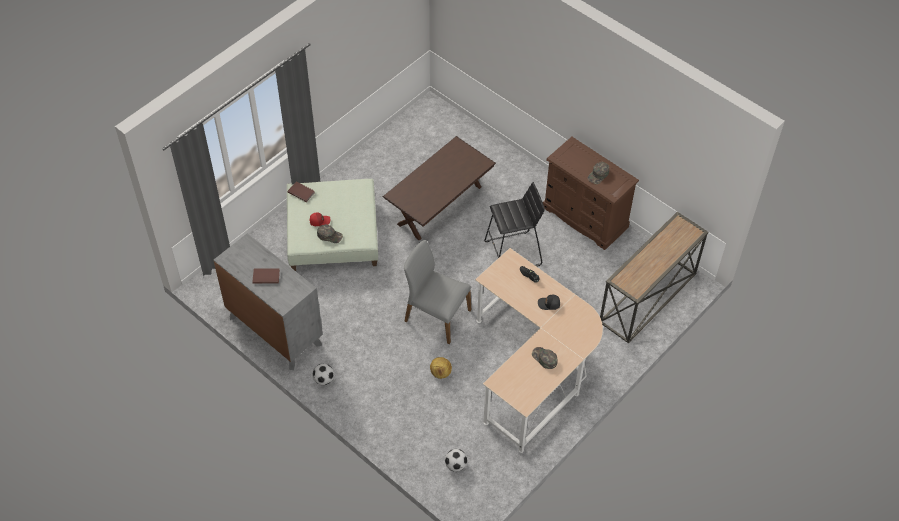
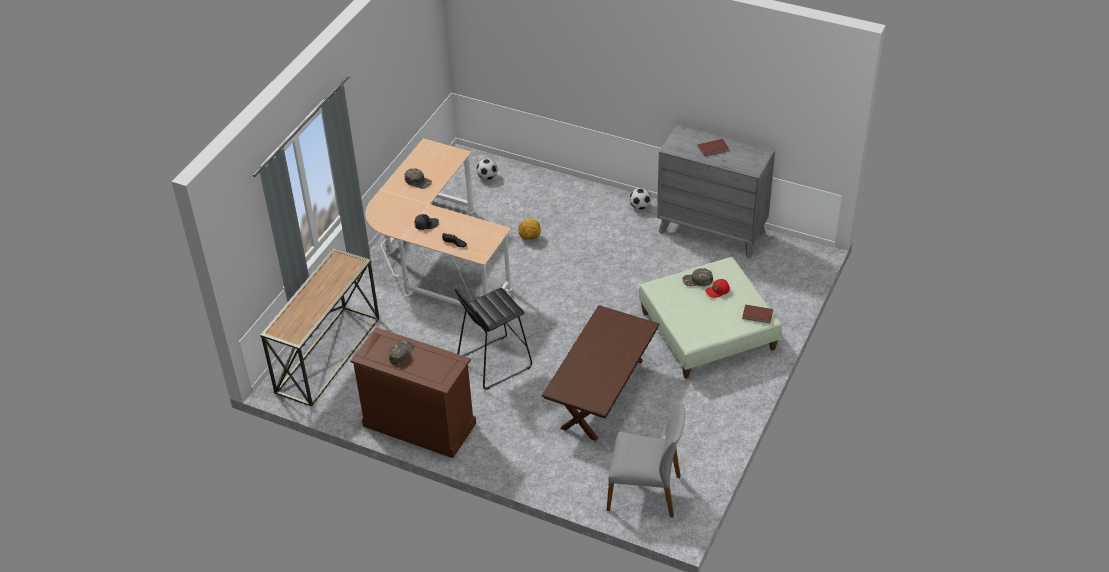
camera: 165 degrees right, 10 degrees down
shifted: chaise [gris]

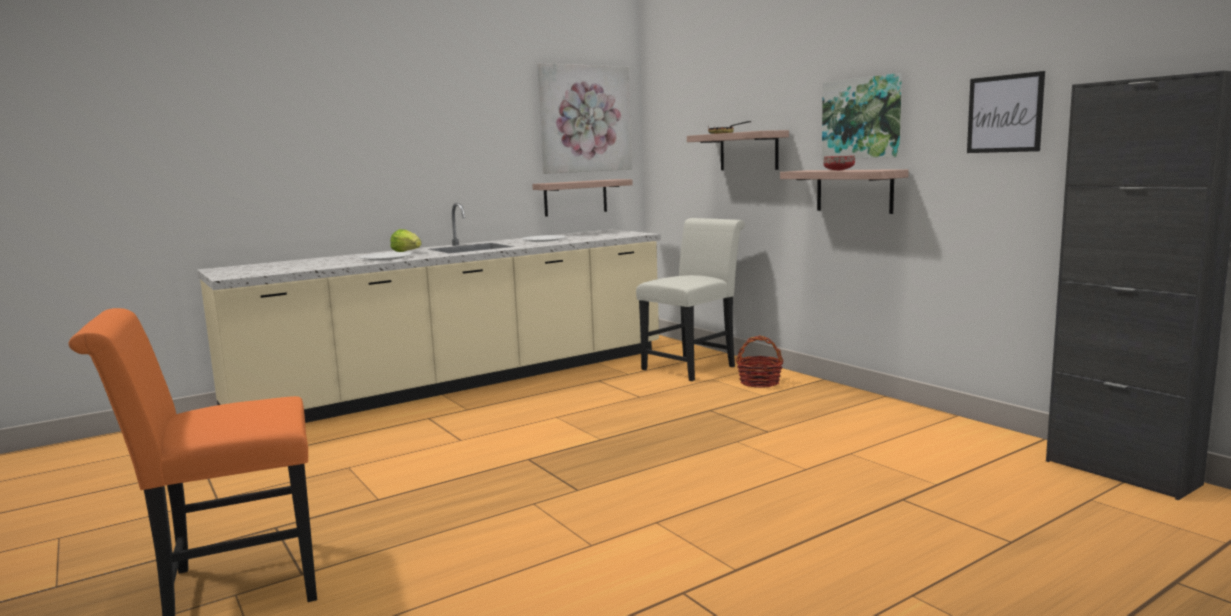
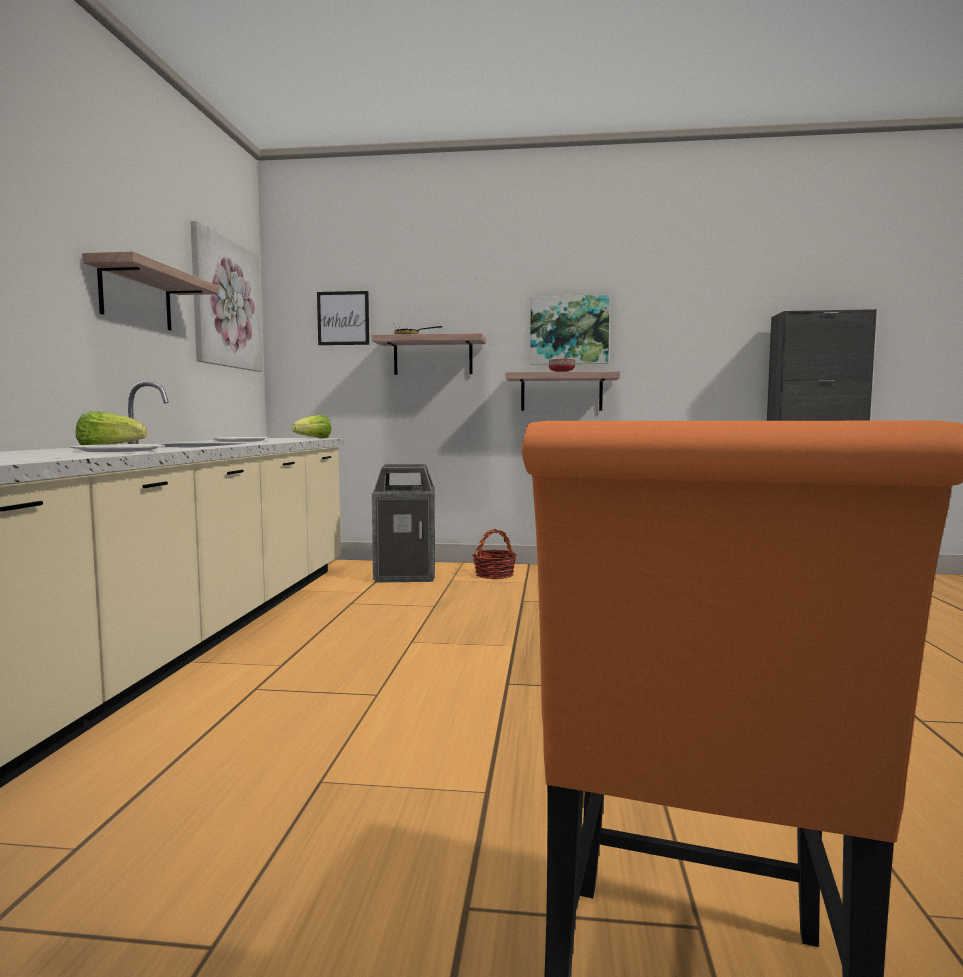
camera: 50 degrees left, 5 degrees down
new: laitue (no. 2 from left)
shifted: étagère (no. 1 from left); tableau (no. 3 from left in the first image) to tableau (no. 2 from left)
swapped: chaise [blanc] to poubelle

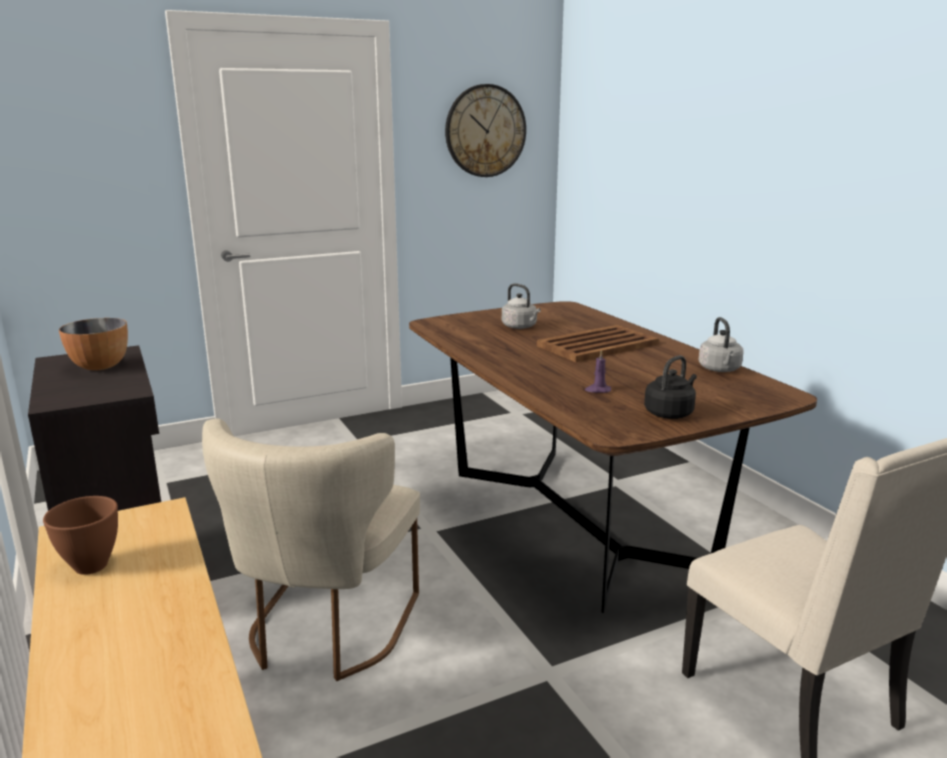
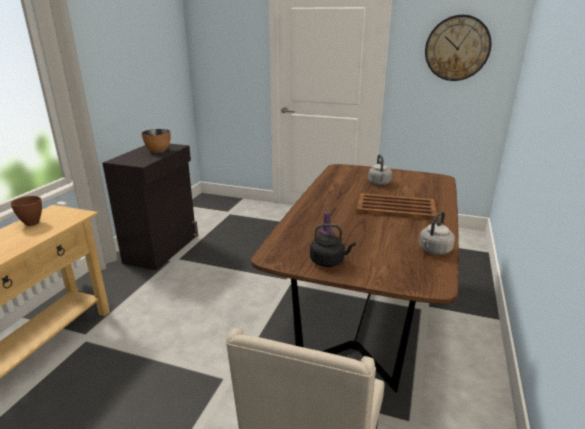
camera: 45 degrees right, 5 degrees up
gone: chaise [beige] (no. 1 from left)

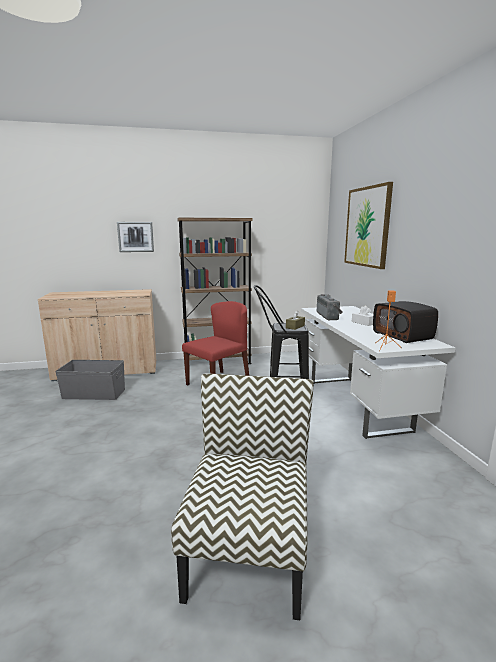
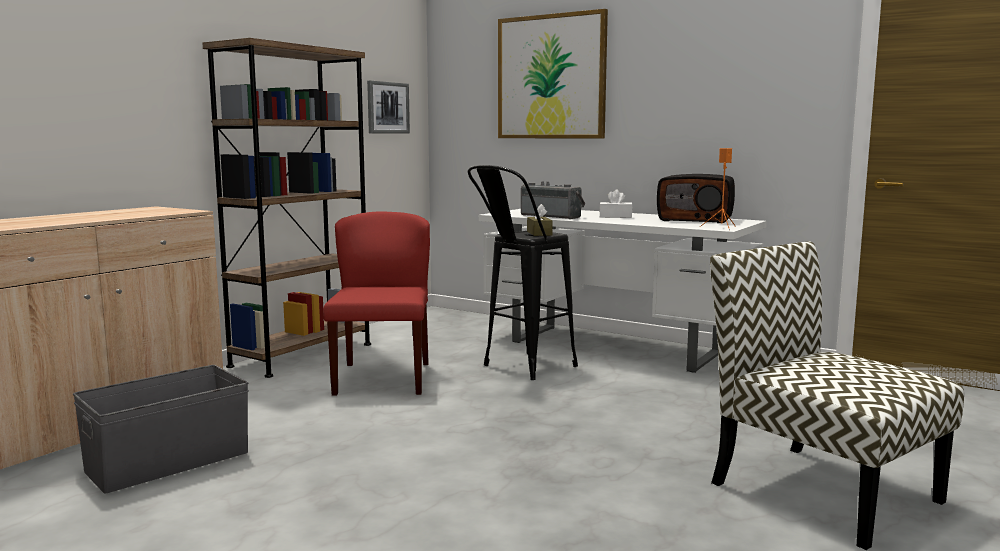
camera: 45 degrees left, 5 degrees down
shifted: tableau (no. 1 from left)

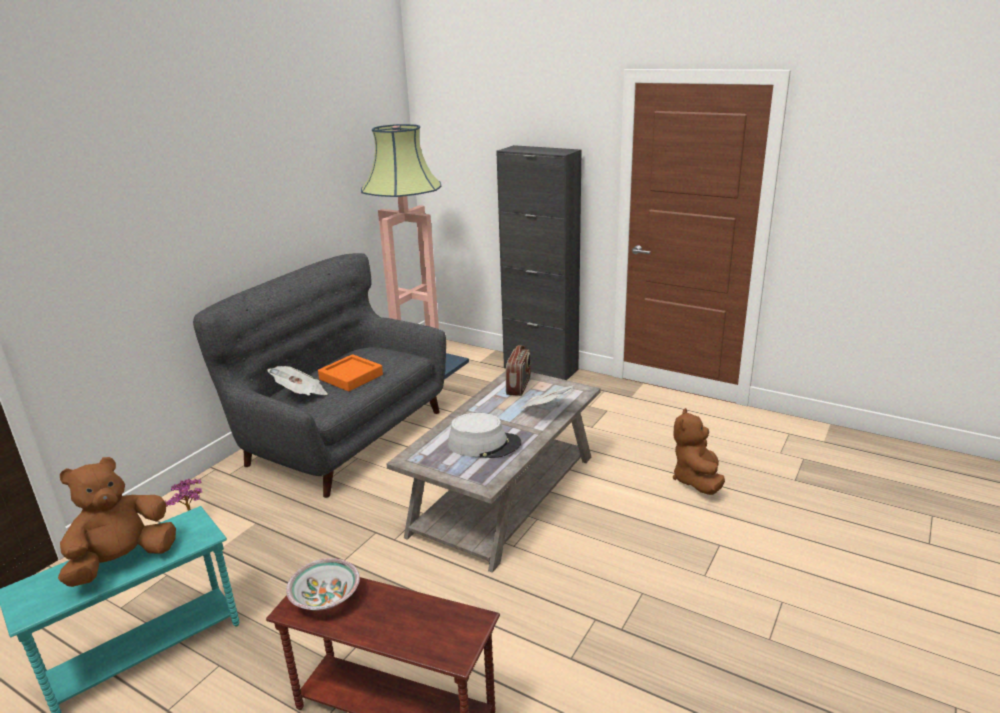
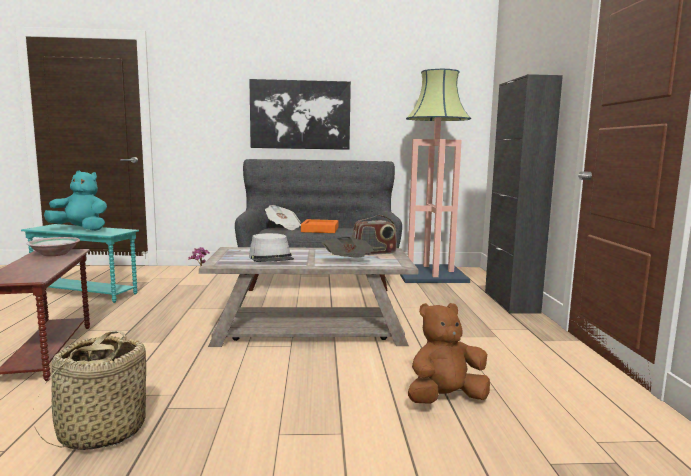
camera: 55 degrees right, 15 degrees down
new: panier; tableau
repainted: peluche [marron] (no. 1 from left) to peluche [turquoise]

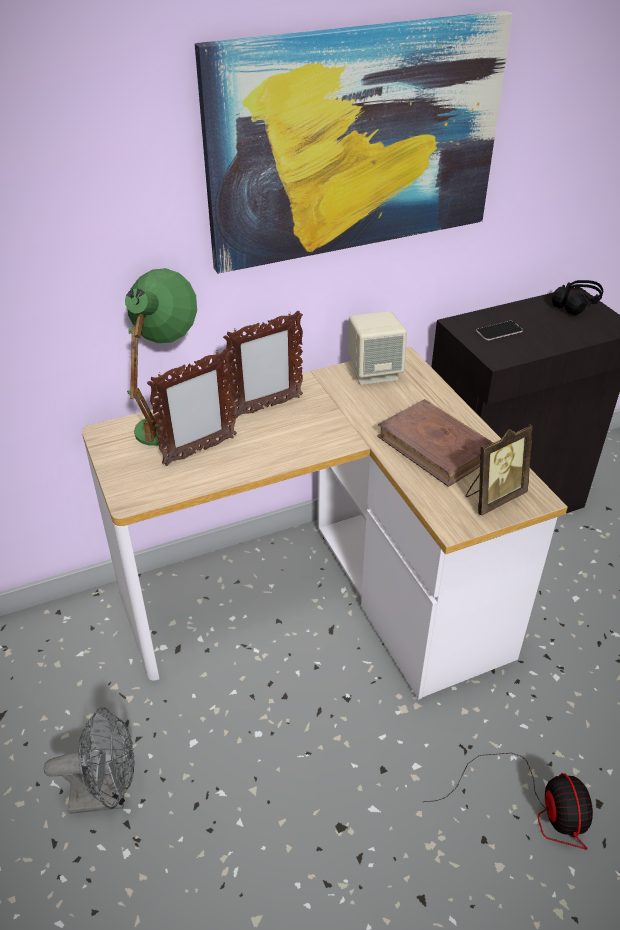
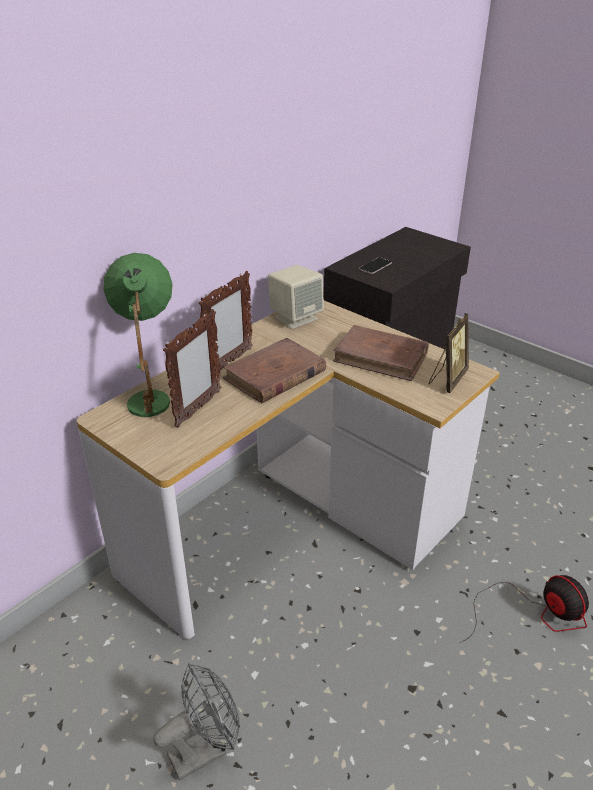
camera: 25 degrees left, 5 degrees down
gone: tableau; casque audio [noir]
new: livre [marron] (no. 1 from left)

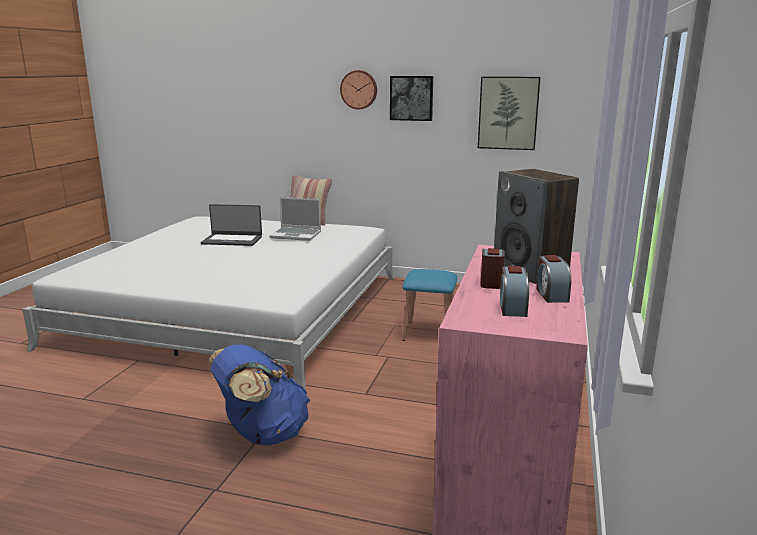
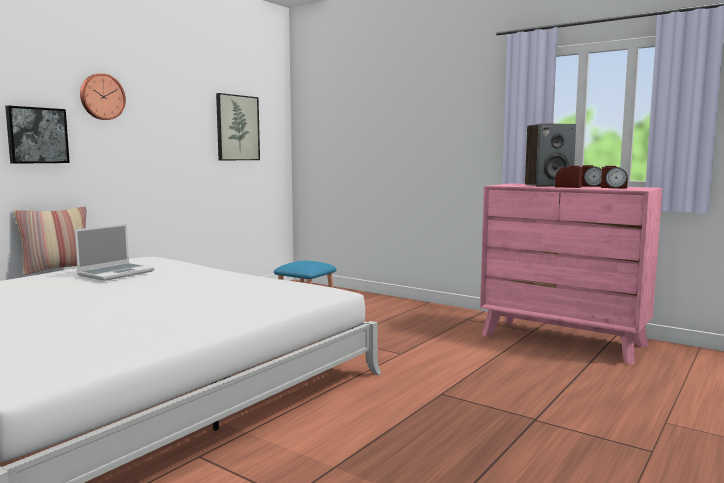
camera: 70 degrees left, 10 degrees down
gone: ordinateur portable (no. 1 from left); sac à dos [bleu]
shifted: tableau (no. 1 from left)

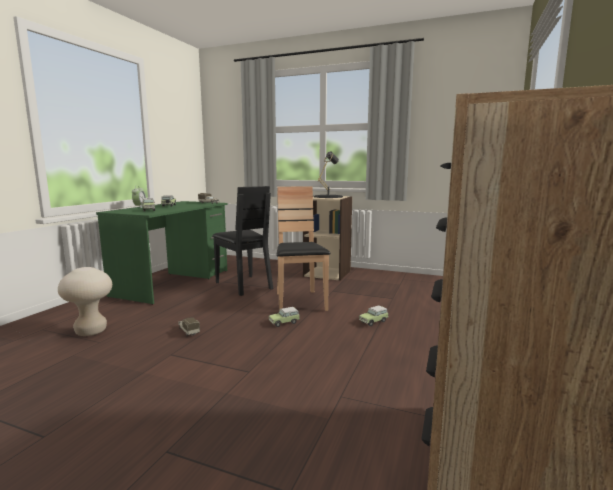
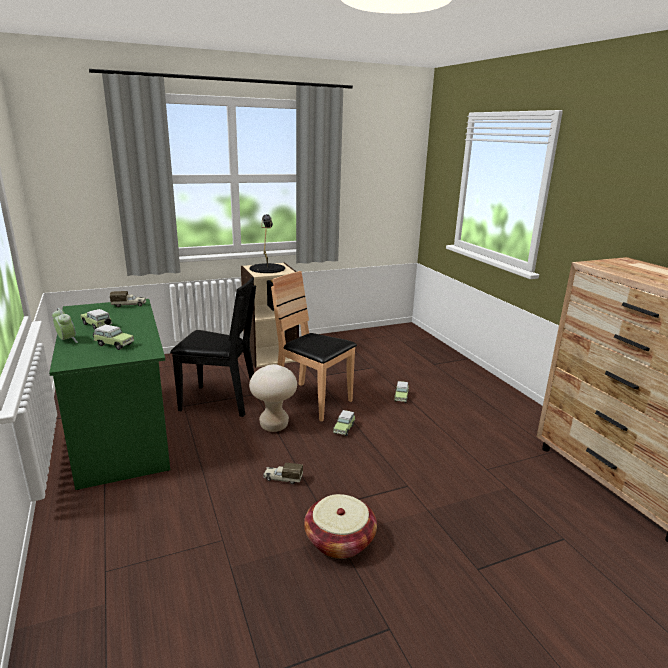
camera: 45 degrees left, 10 degrees up
new: panier
shifted: tabouret [beige]

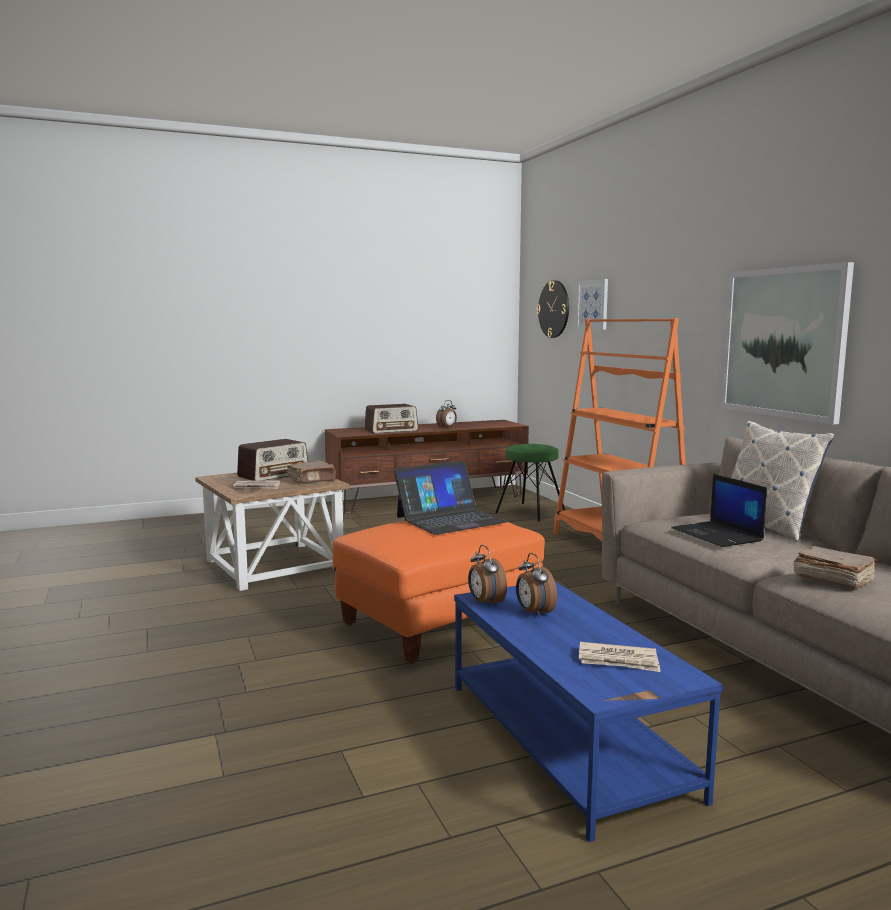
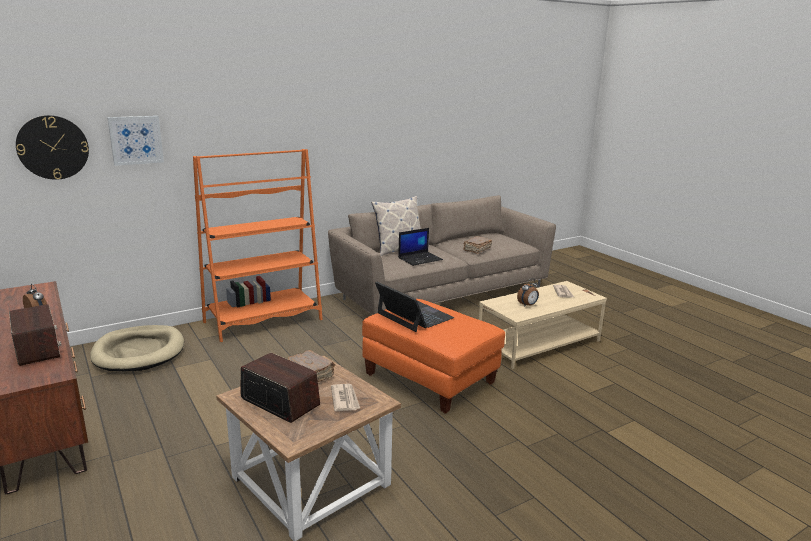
camera: 100 degrees left, 10 degrees up
gone: réveil (no. 2 from left); tableau (no. 2 from left)
swapped: tabouret [vert] to panier pour chien [beige]
repainted: table basse [bleu] to table basse [beige]

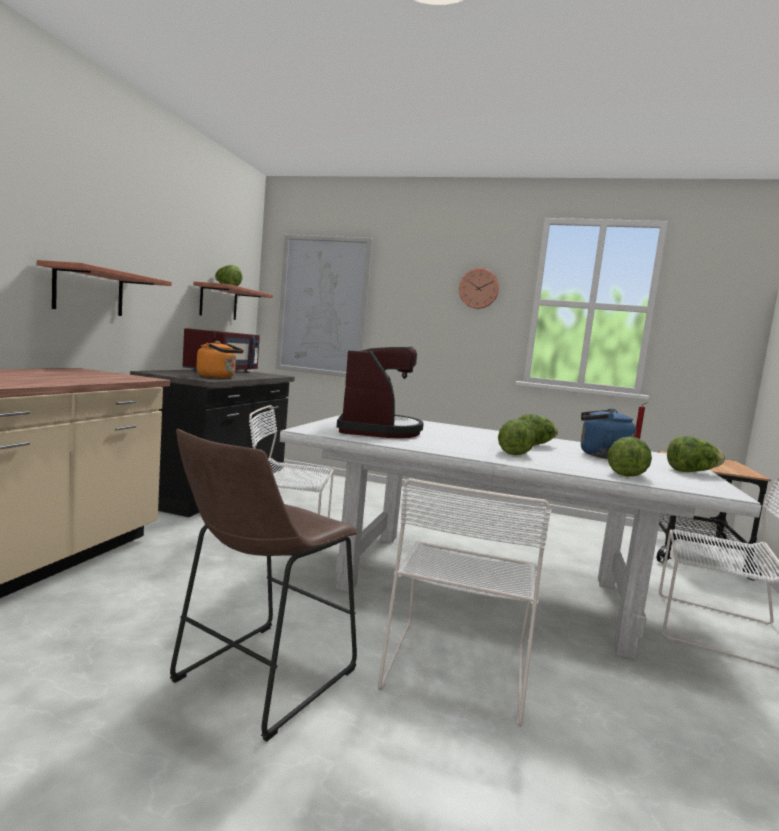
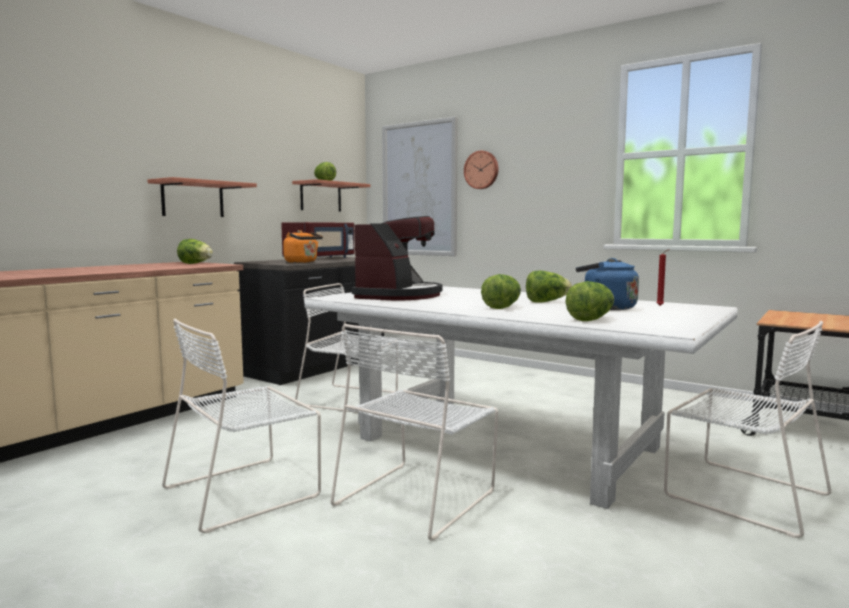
camera: 20 degrees right, 0 degrees up
shifted: horloge murale; laitue (no. 5 from left in the first image) to laitue (no. 1 from left)
swapped: tabouret [marron] to chaise [blanc] (no. 1 from left)

